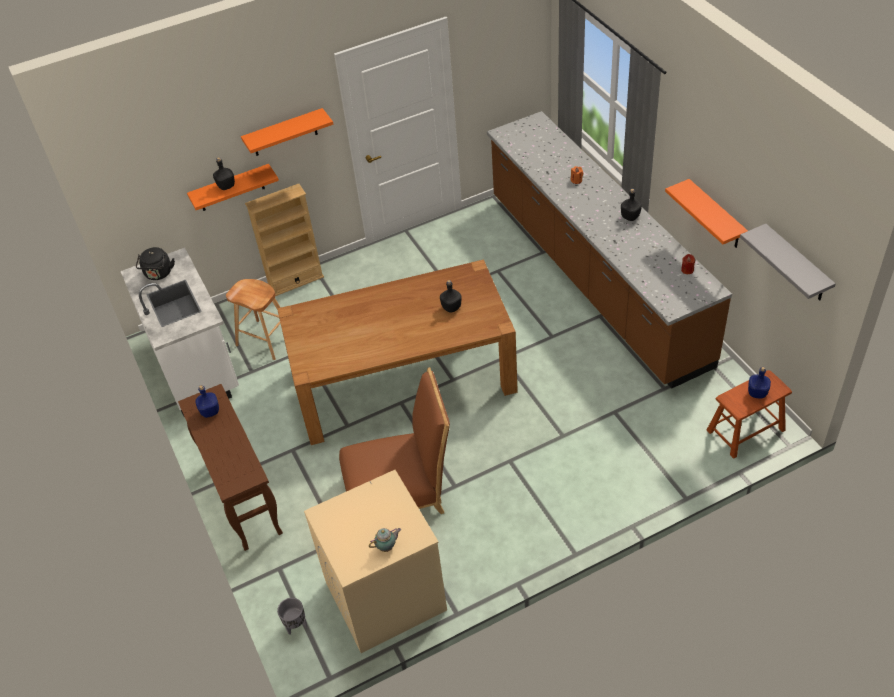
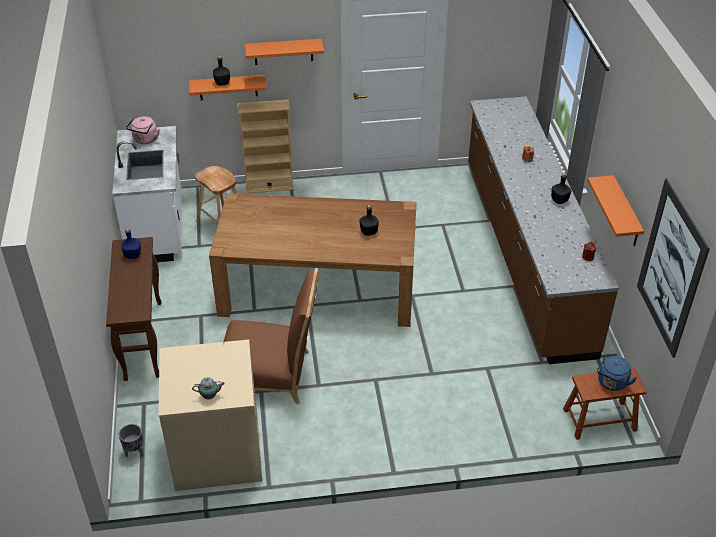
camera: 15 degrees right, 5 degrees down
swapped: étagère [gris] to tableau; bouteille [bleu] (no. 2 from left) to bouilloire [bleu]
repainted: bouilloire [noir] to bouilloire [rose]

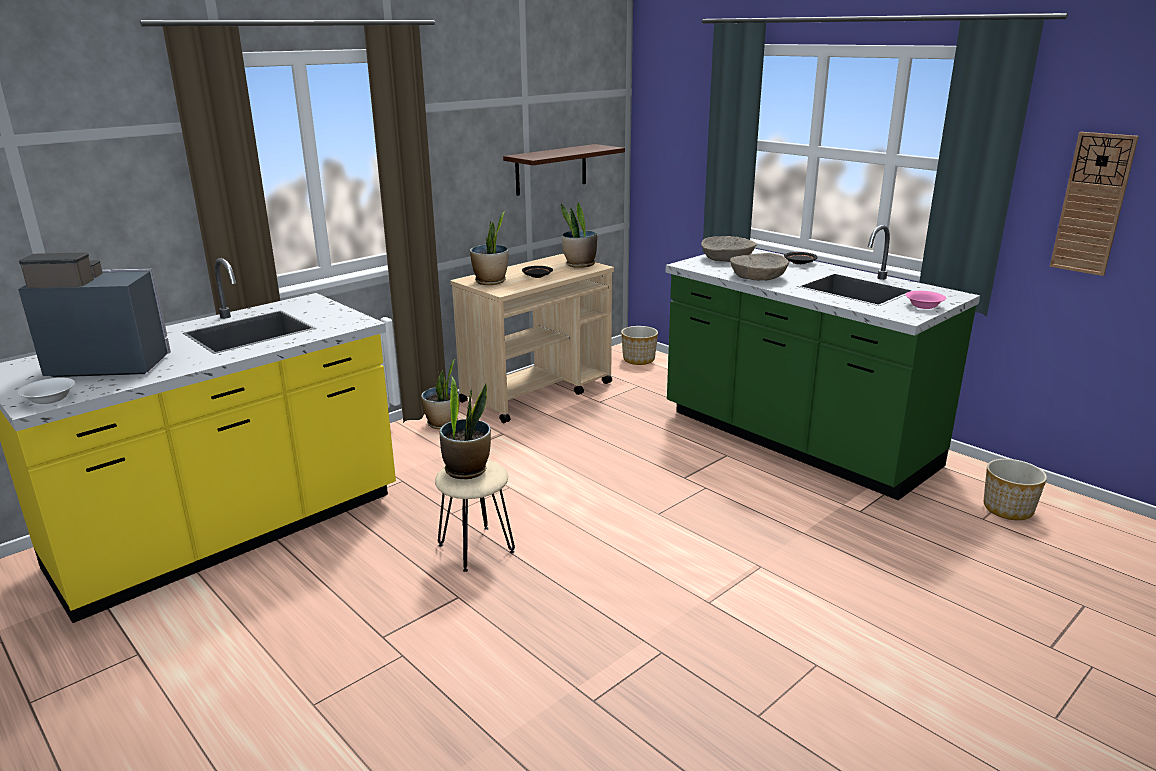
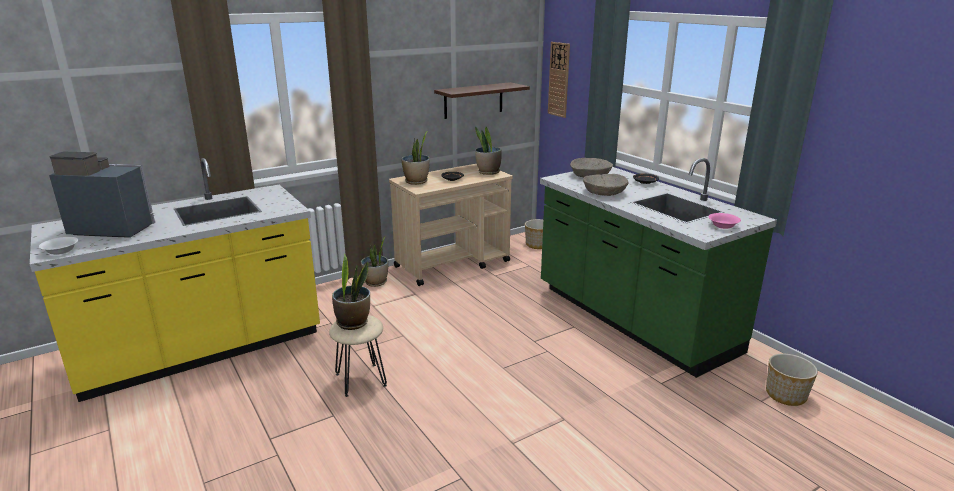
camera: 10 degrees right, 0 degrees up
shifted: horloge murale

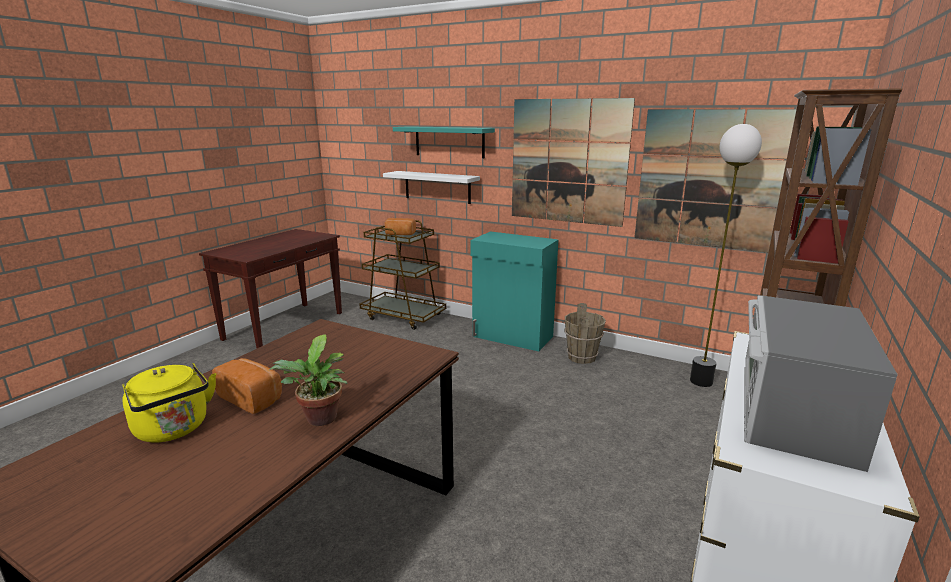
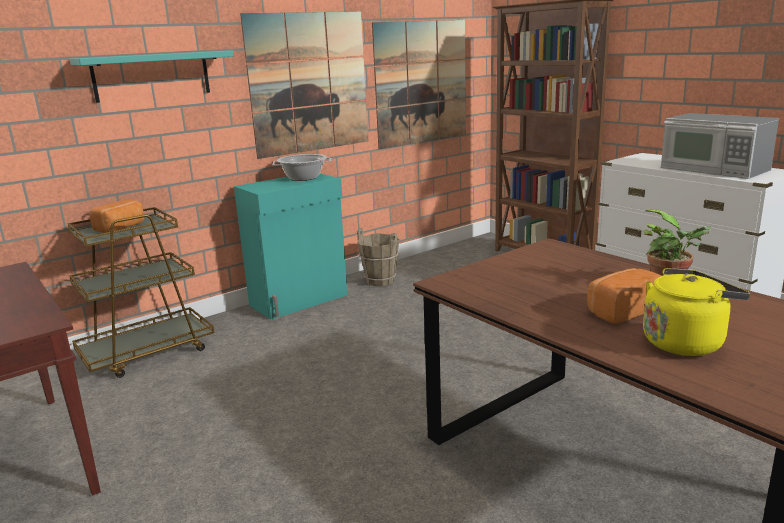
camera: 65 degrees left, 0 degrees up
gone: étagère [blanc]; lampadaire
new: marmite

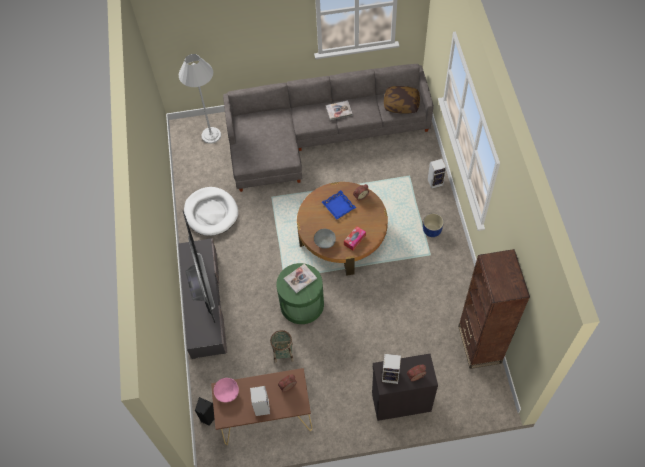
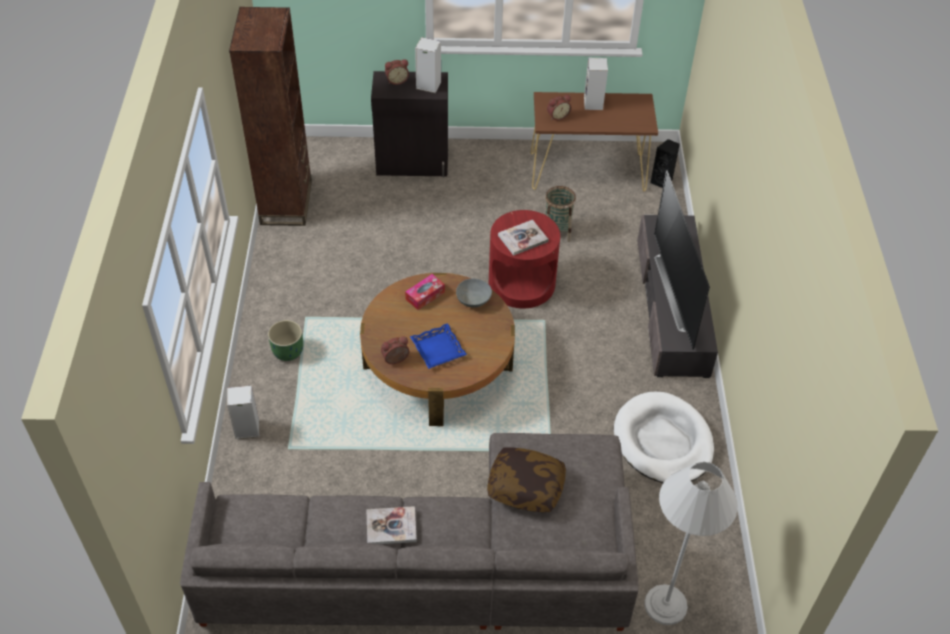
camera: 175 degrees left, 10 degrees down
gone: bol [rose]
shifted: coussin
repainted: table d'appoint [vert] to table d'appoint [rouge]; cache-pot [bleu] to cache-pot [vert]

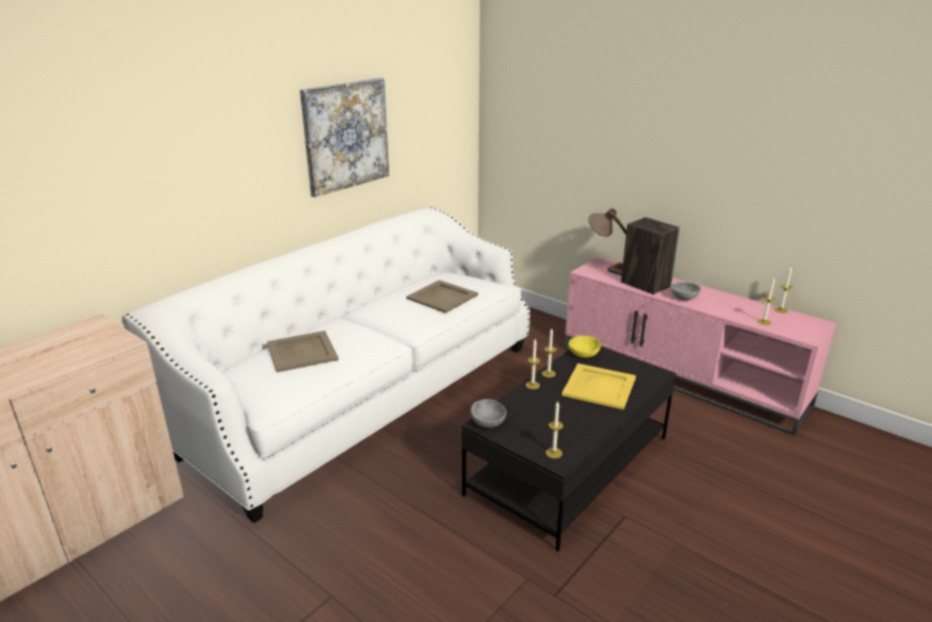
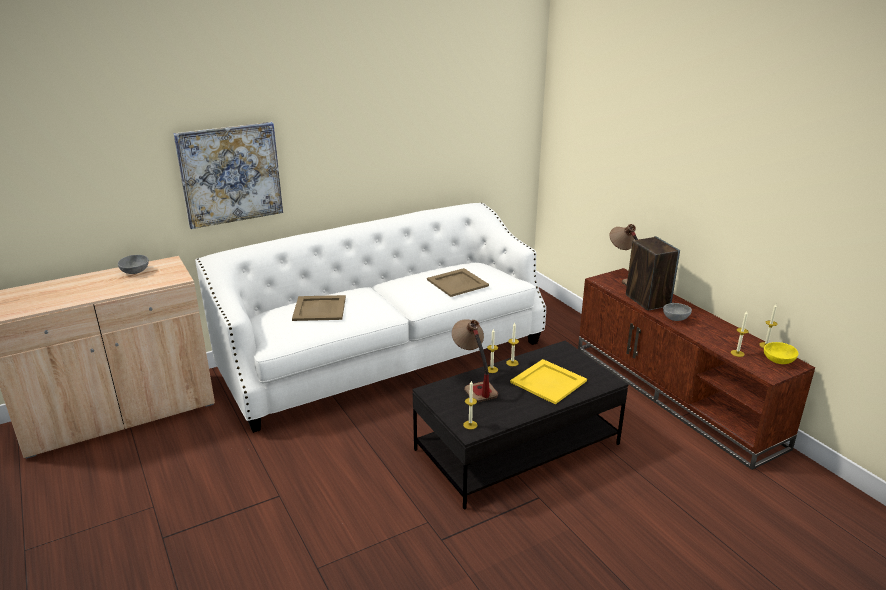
camera: 20 degrees right, 0 degrees up
new: lampe de table (no. 1 from left)
shifted: tableau; bol [gris] (no. 1 from left); bol [jaune]
repainted: meuble télé [rose] to meuble télé [marron]

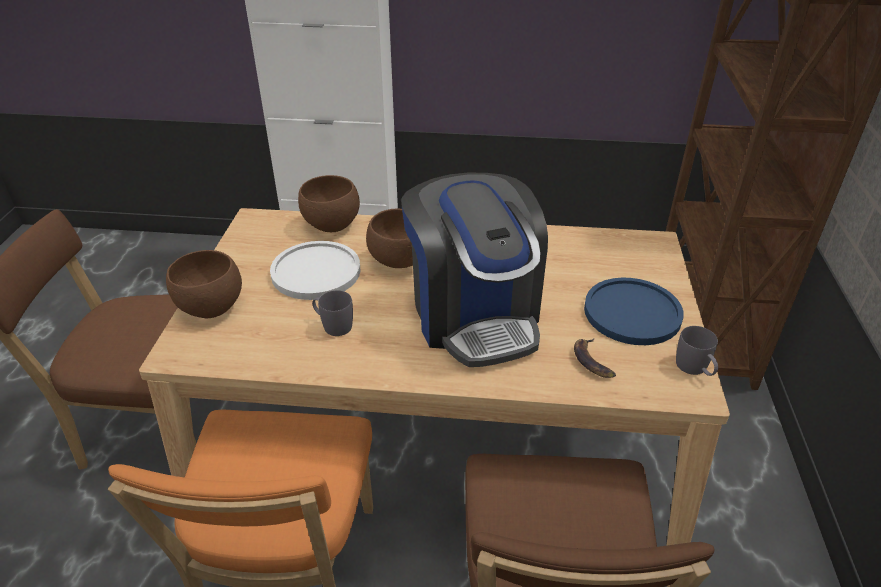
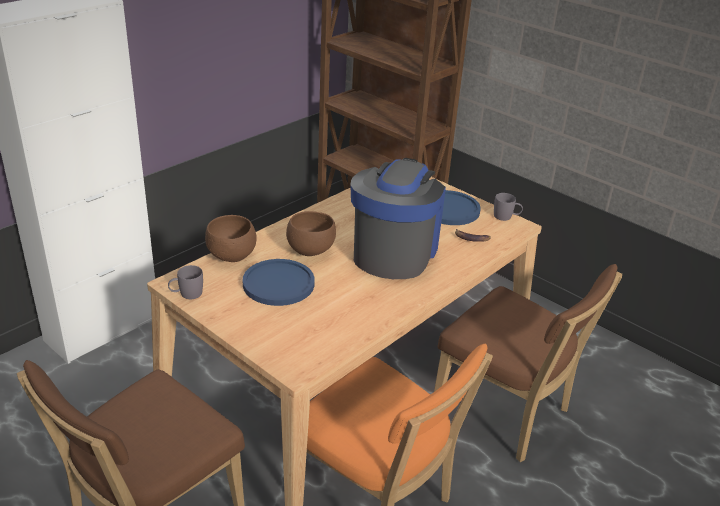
camera: 55 degrees left, 5 degrees down
gone: bol [marron] (no. 1 from left)
shifted: mug [gris] (no. 1 from left)
repainted: assiette [blanc] to assiette [bleu] (no. 1 from left)
rotated: machine à café 90 degrees counterclockwise

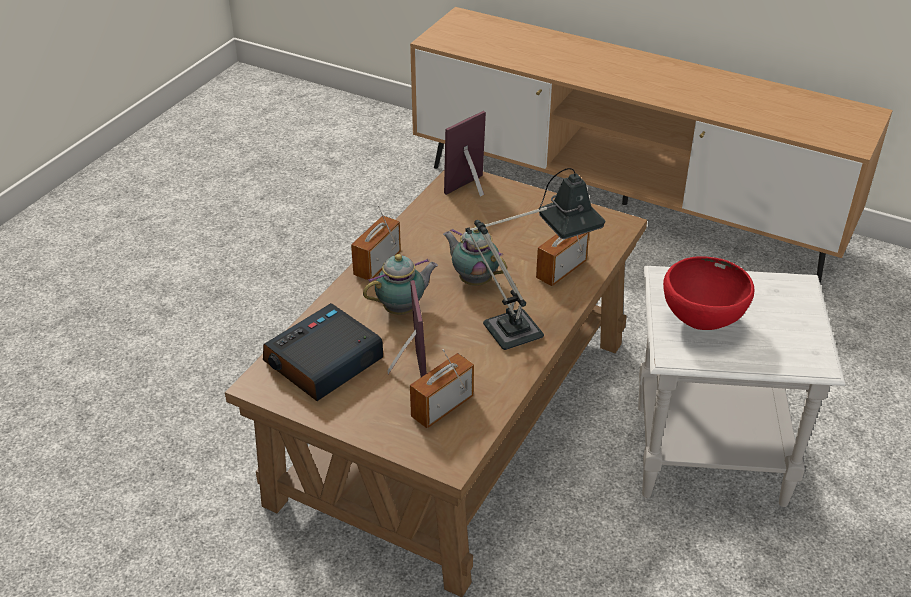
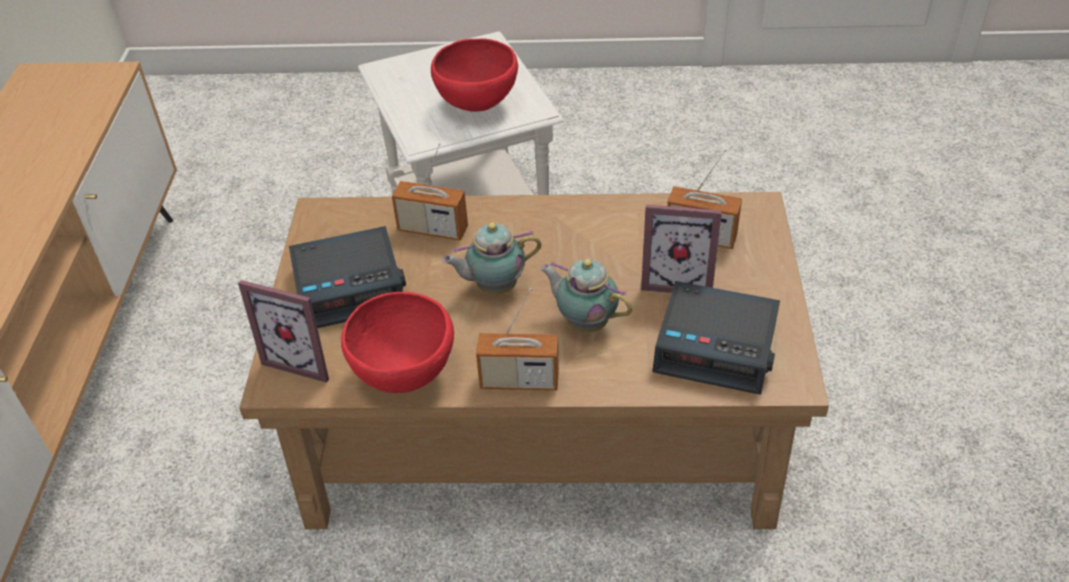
camera: 115 degrees left, 5 degrees up
gone: lampe de table
new: réveil (no. 1 from left); bol [rouge] (no. 1 from left)
rotated: cadre photo (no. 1 from left in the first image) 135 degrees counterclockwise; théière (no. 2 from left in the first image) 60 degrees clockwise

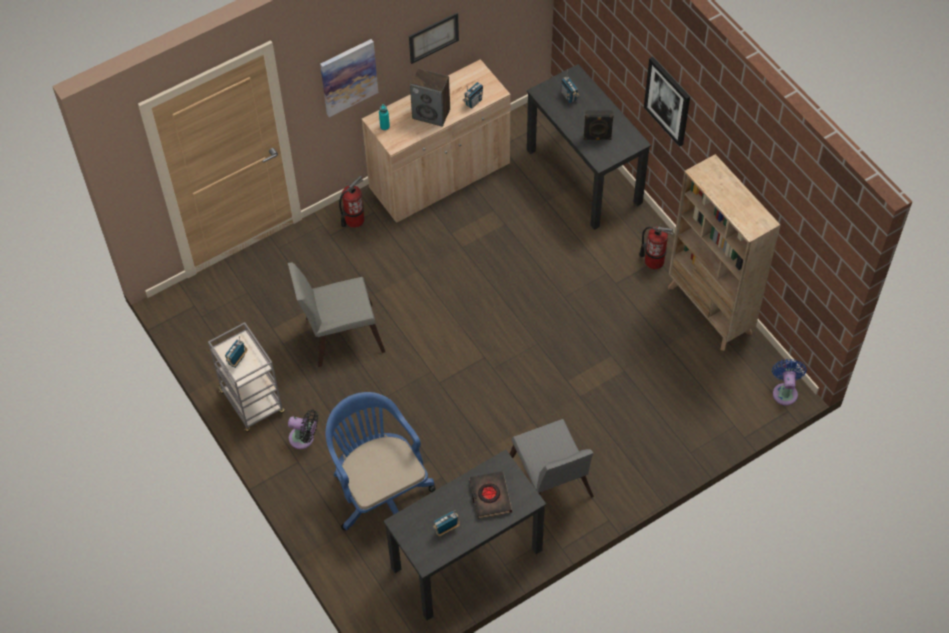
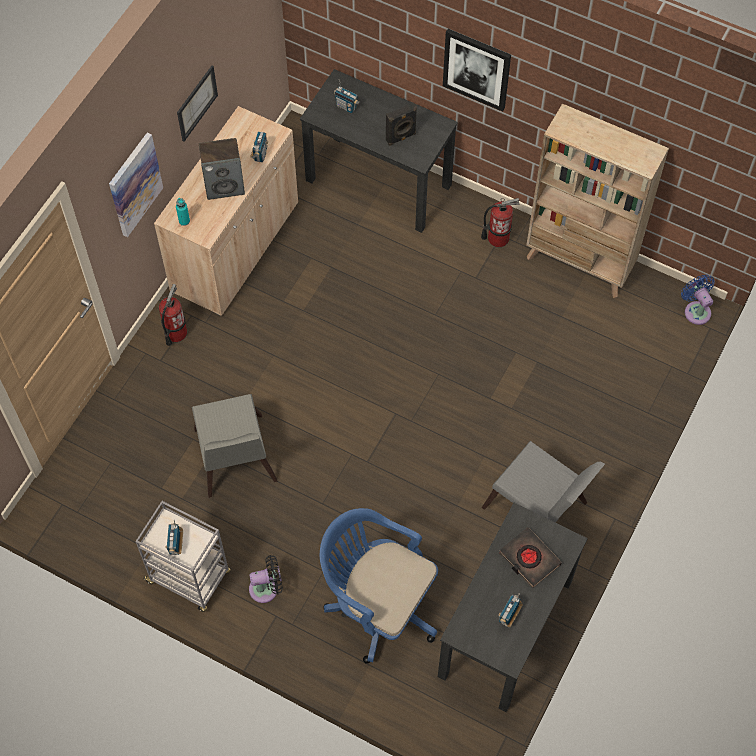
camera: 30 degrees left, 5 degrees up
rotated: chaise [gris] (no. 1 from left) 60 degrees counterclockwise

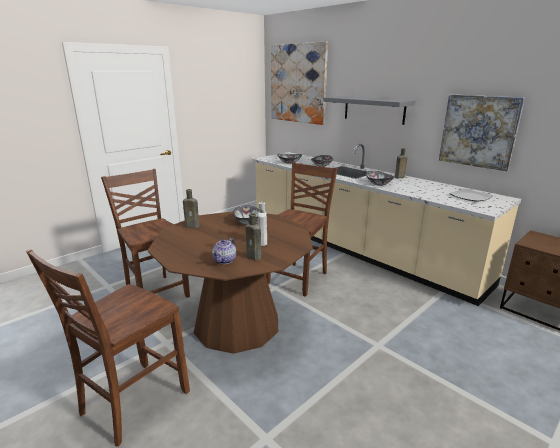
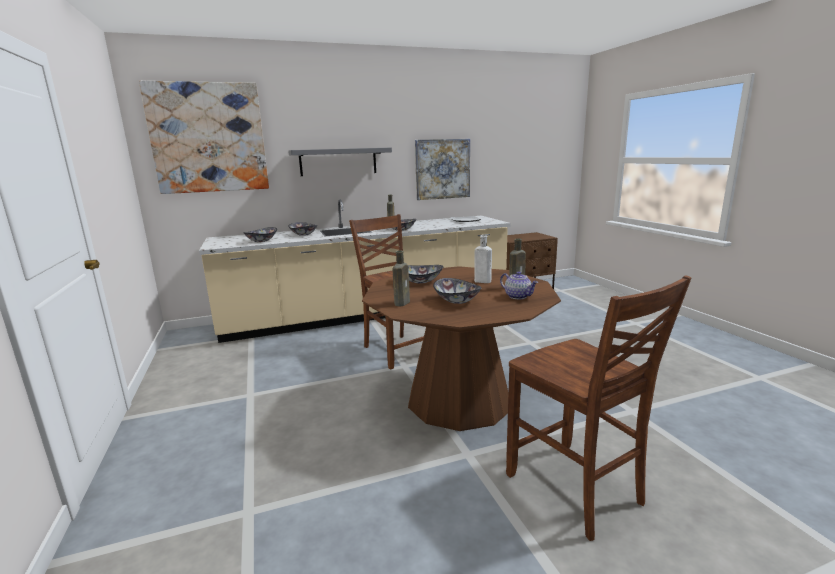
camera: 65 degrees left, 5 degrees down
gone: chaise [marron] (no. 2 from left)
new: bol (no. 5 from left)

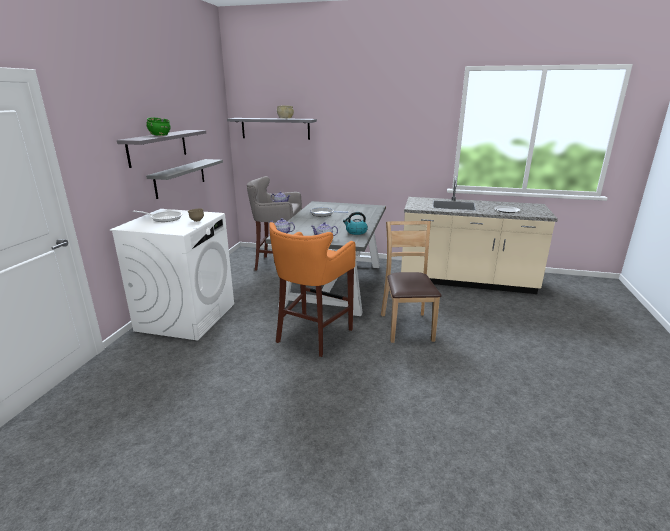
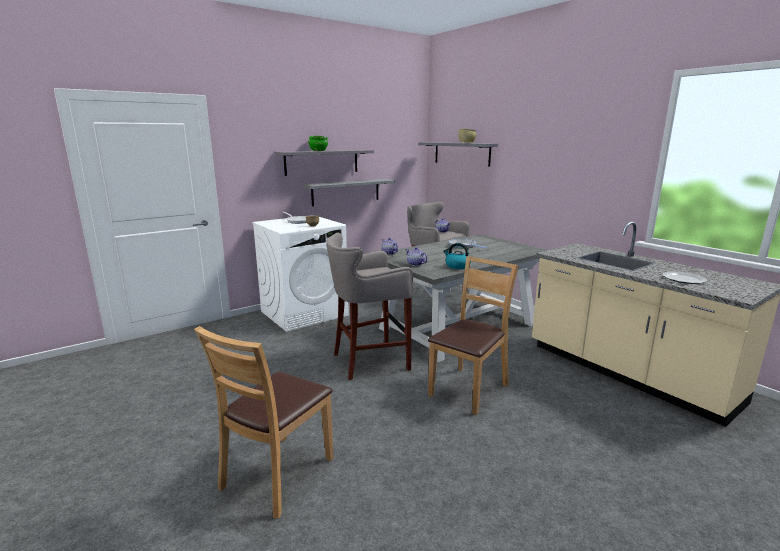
camera: 40 degrees right, 5 degrees down
new: chaise [marron] (no. 1 from left)
repainted: tabouret [orange] to tabouret [gris] (no. 1 from left)

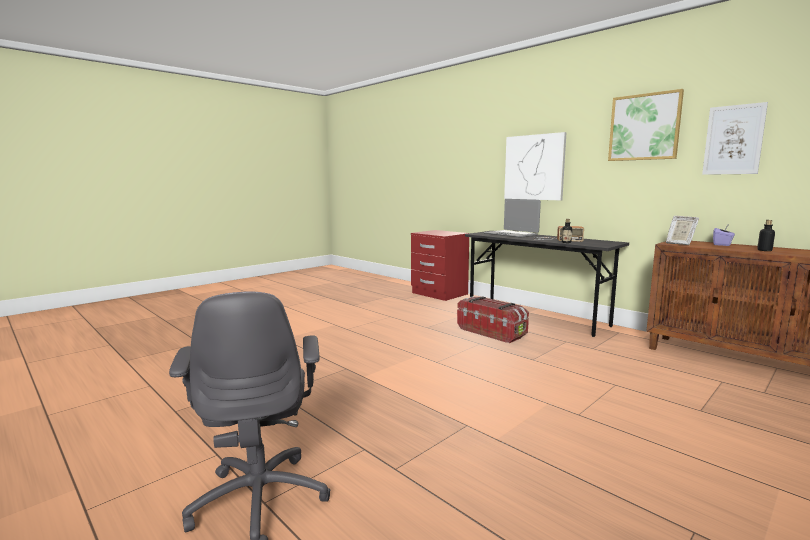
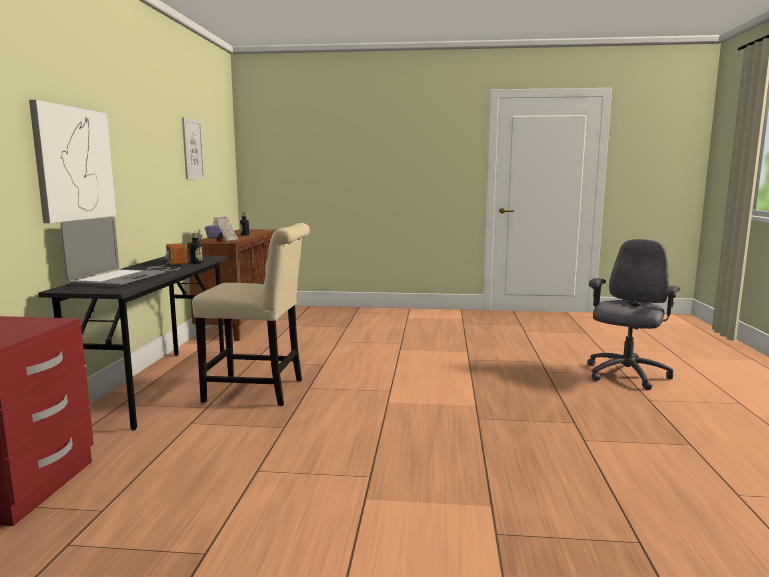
camera: 130 degrees left, 0 degrees up
gone: tableau (no. 2 from left)
swapped: boîte de rangement to chaise [beige]

